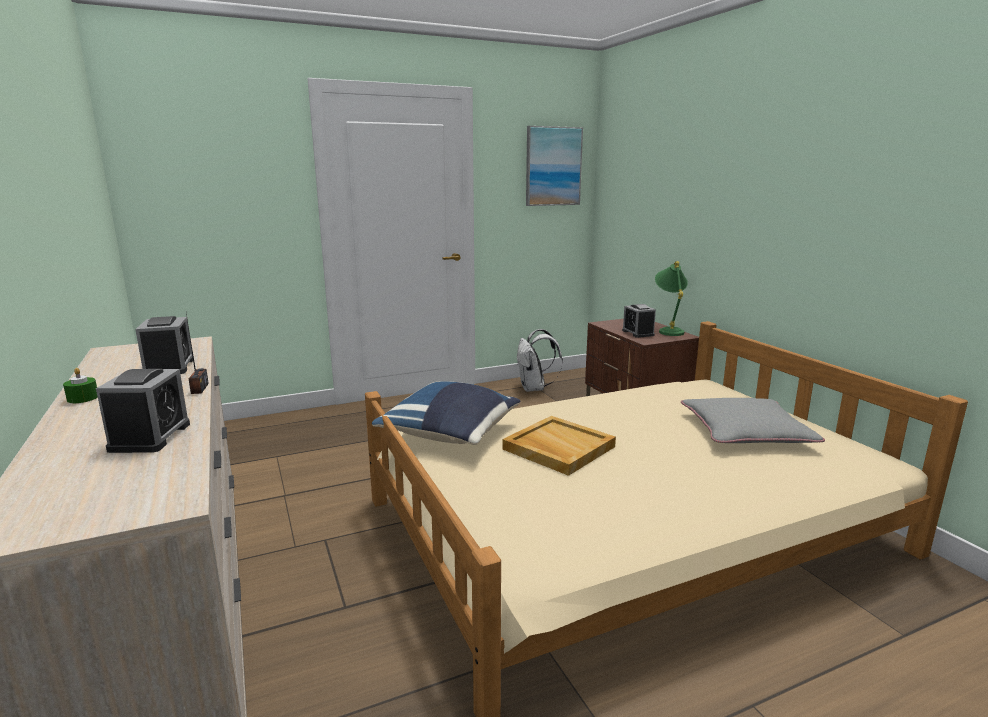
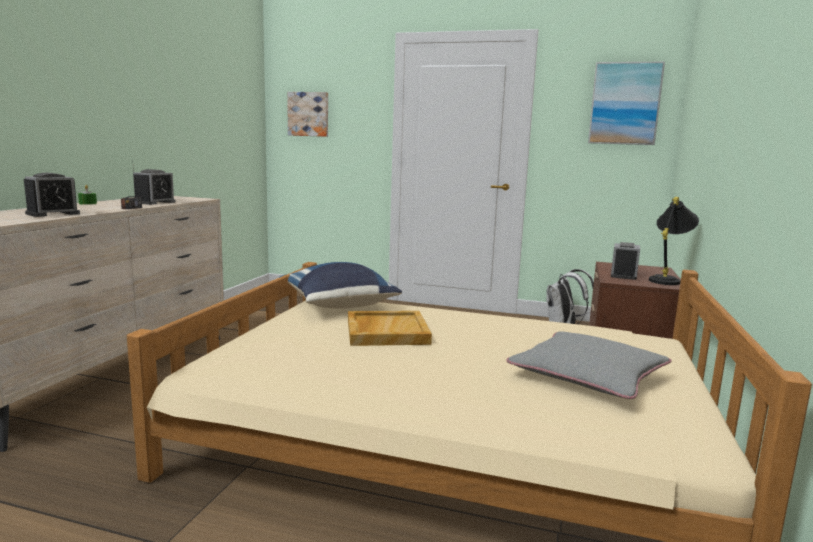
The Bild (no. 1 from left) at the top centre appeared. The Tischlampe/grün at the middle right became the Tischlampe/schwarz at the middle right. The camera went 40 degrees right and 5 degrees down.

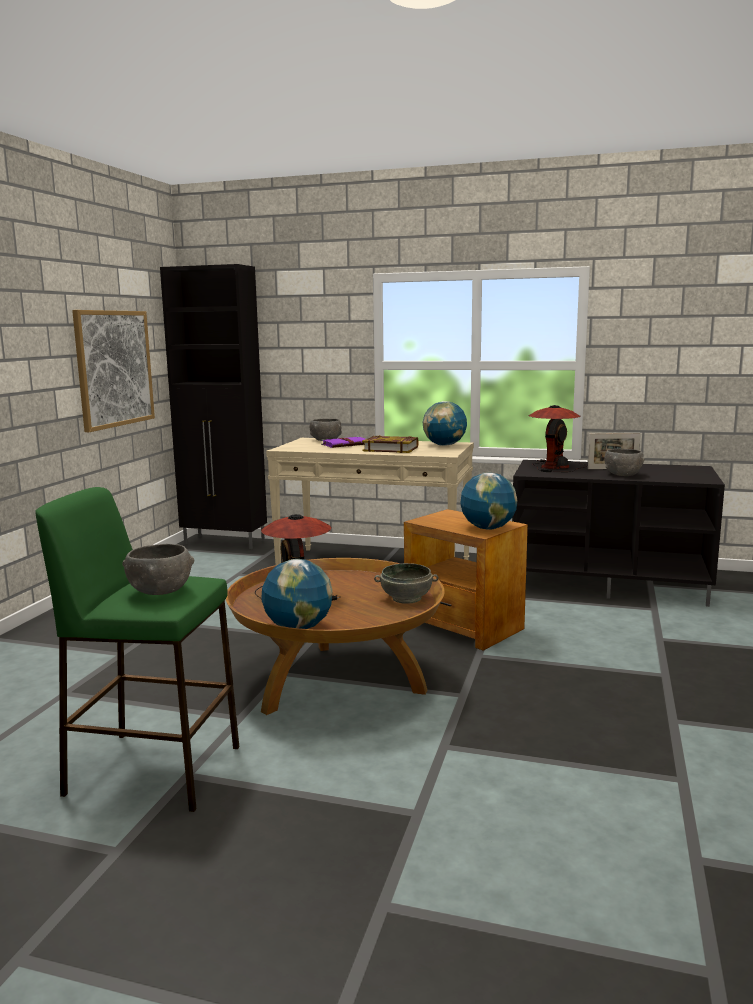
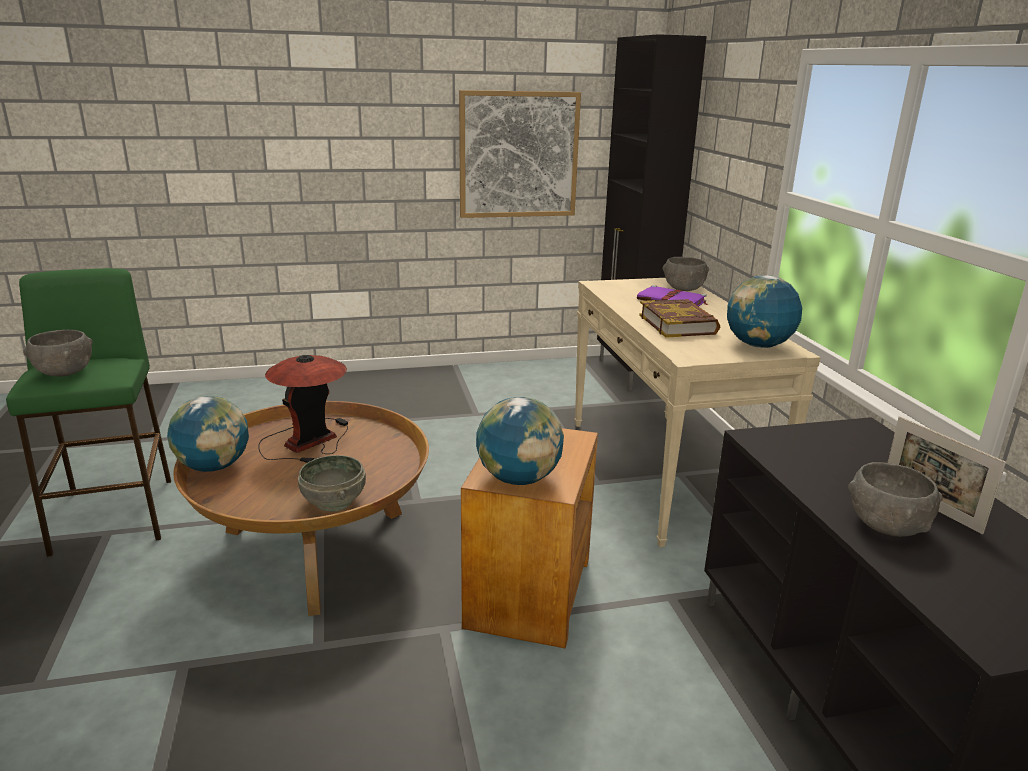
The Tischlampe (no. 2 from left) at the middle right disappeared. The camera went 60 degrees right and 10 degrees up.

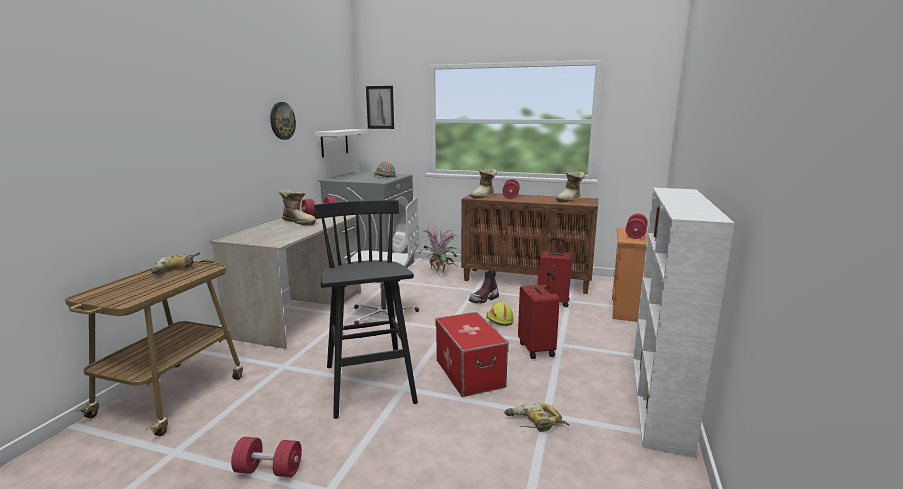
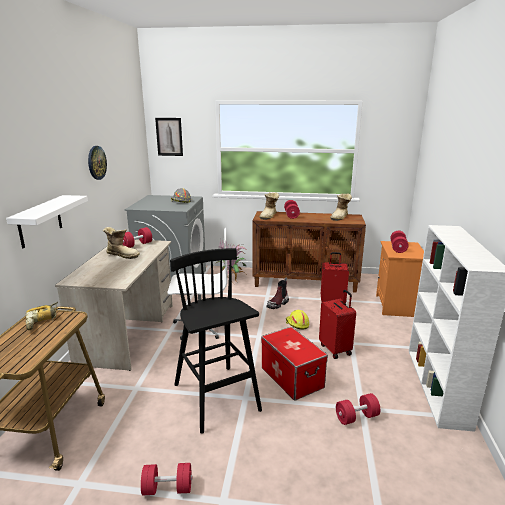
The Wandregal/weiß moved from the top centre to the middle left. The Bohrmaschine (no. 2 from left) at the bottom centre was replaced by the Hantel/rot (no. 4 from left) at the bottom right. The camera went 10 degrees left and 5 degrees up.

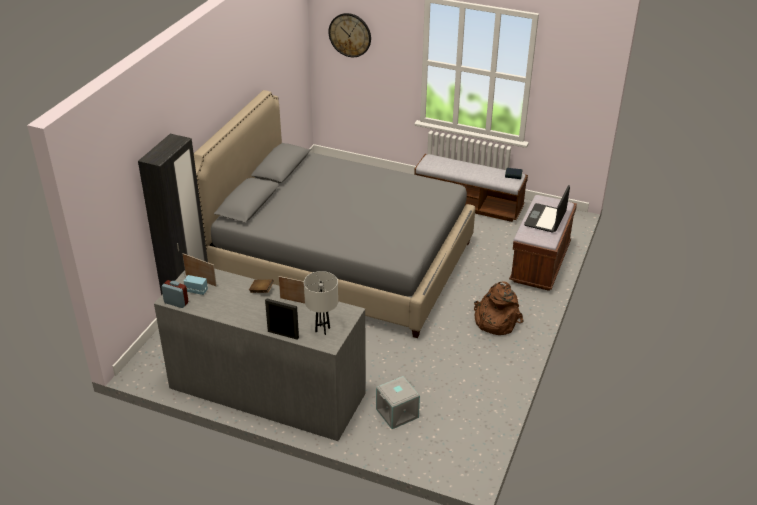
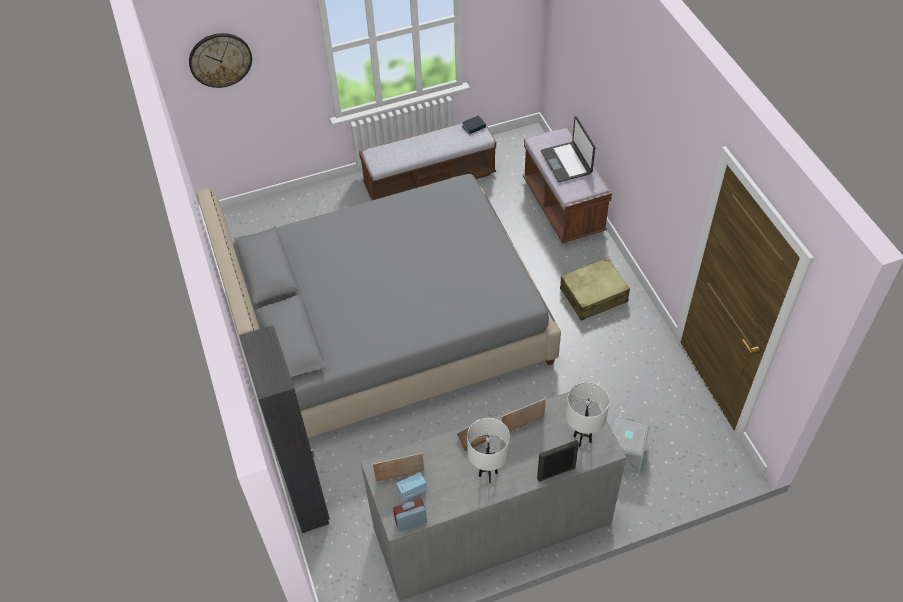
The Tischlampe/weiß (no. 1 from left) at the bottom centre appeared. The Rucksack/braun at the centre was replaced by the Koffer/beige at the centre. The camera went 40 degrees left and 15 degrees up.

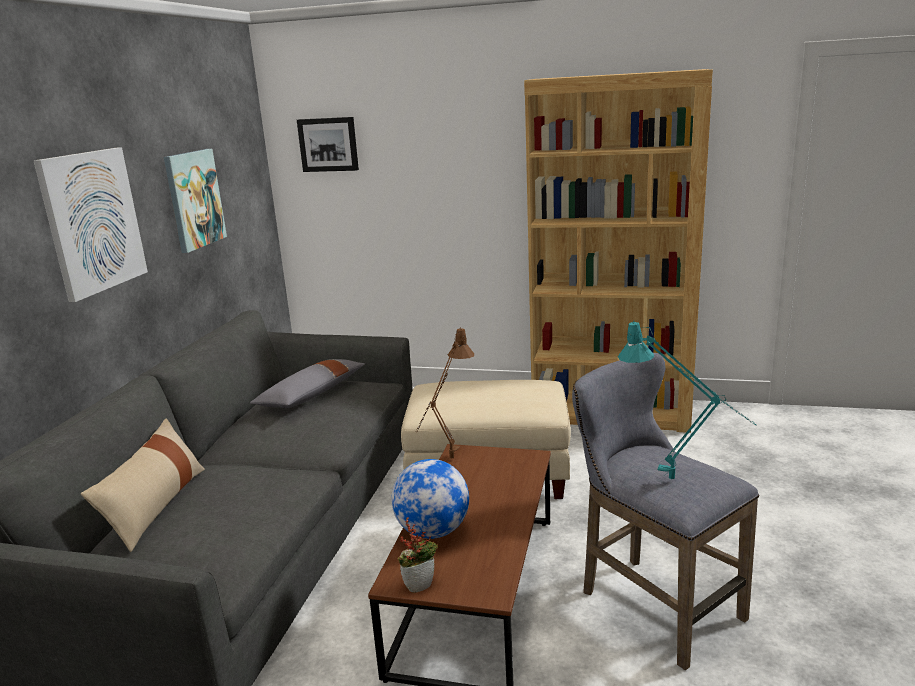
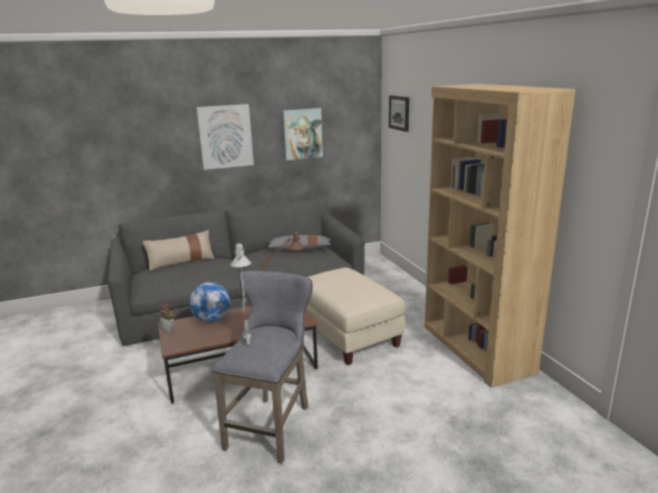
The Tischlampe/türkis at the middle right became the Tischlampe/grau at the centre. The camera went 55 degrees right and 0 degrees up.

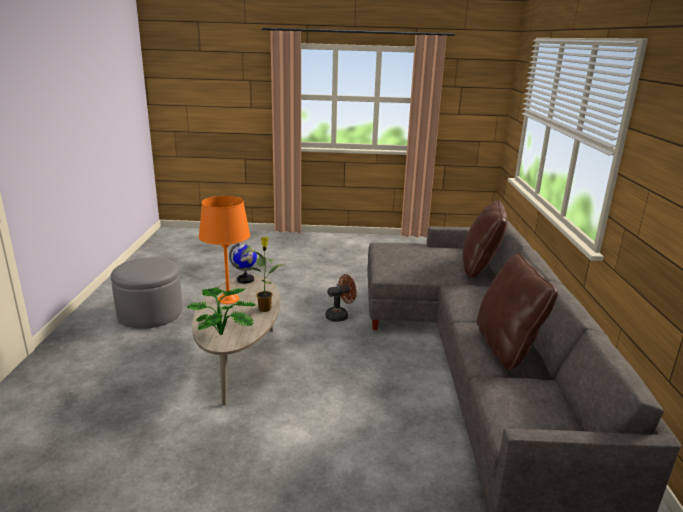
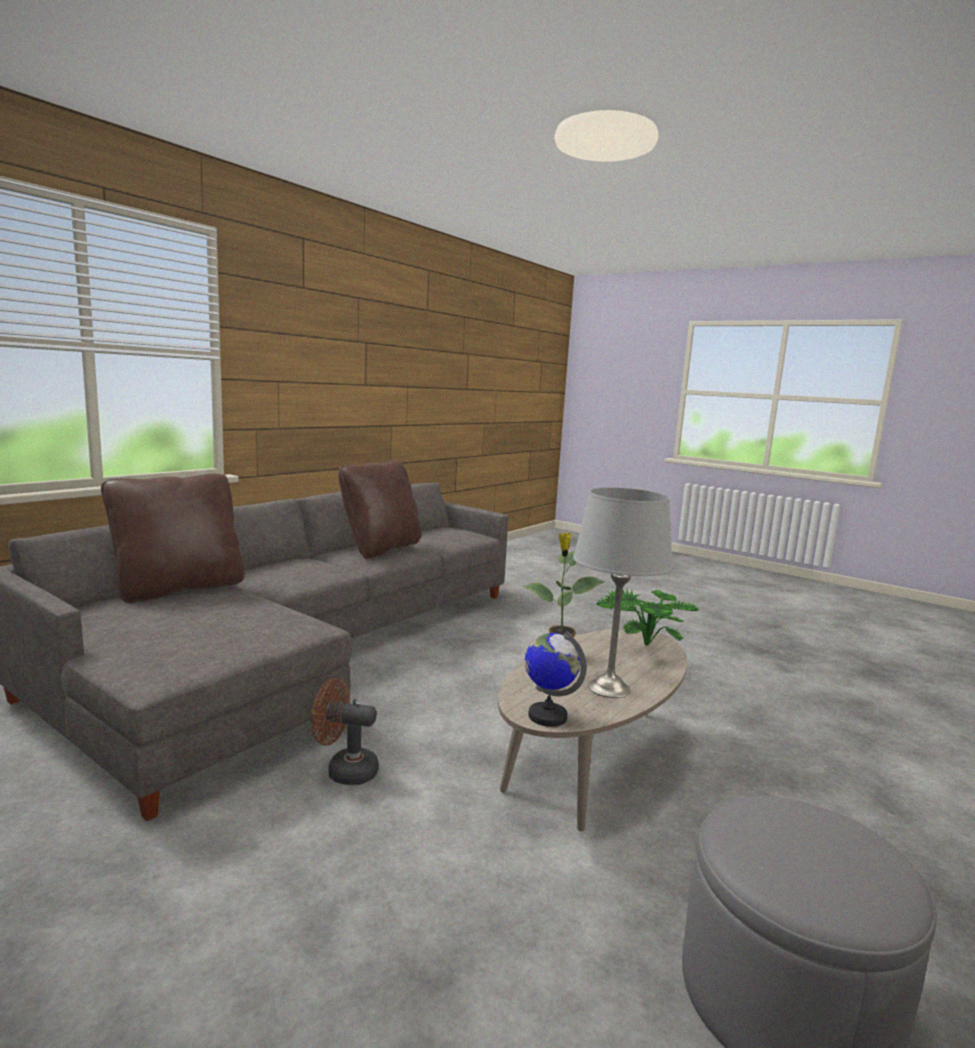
The Tischlampe/orange at the middle left became the Tischlampe/grau at the centre. The camera went 145 degrees left and 10 degrees down.

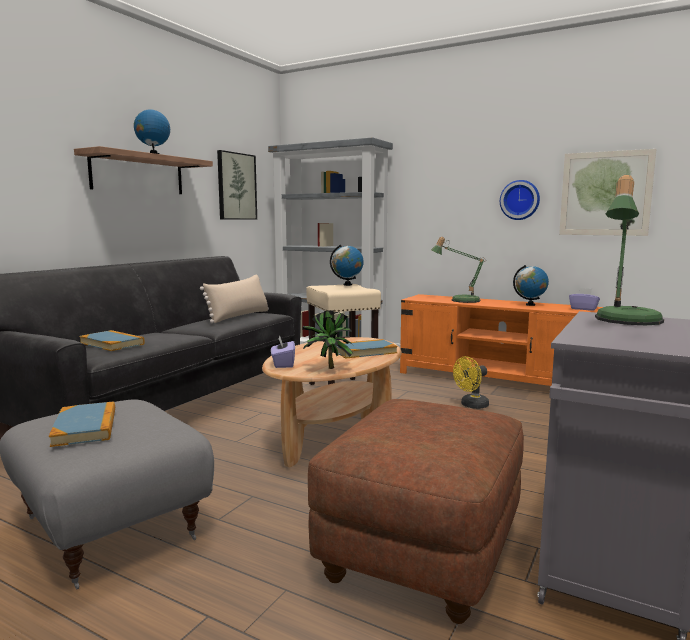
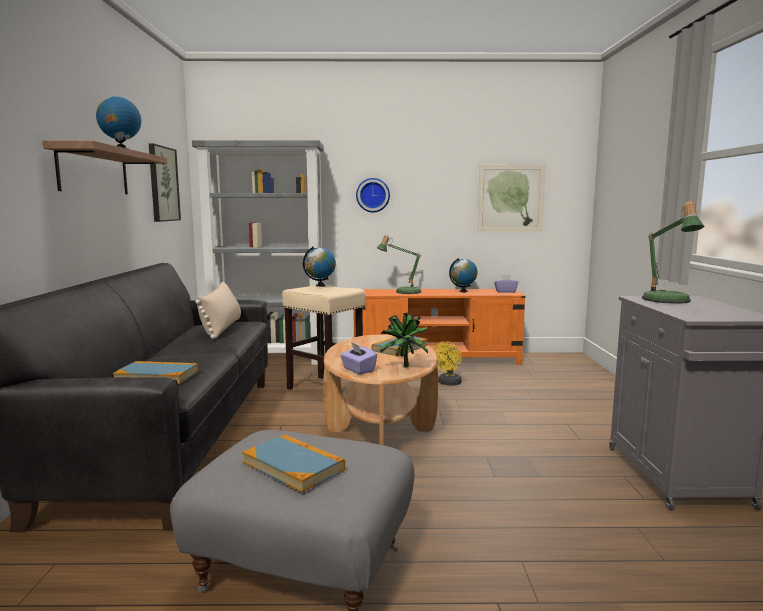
The Wanduhr moved from the top right to the top centre. The Polsterhocker/braun at the bottom centre disappeared. The camera went 30 degrees left and 0 degrees up.

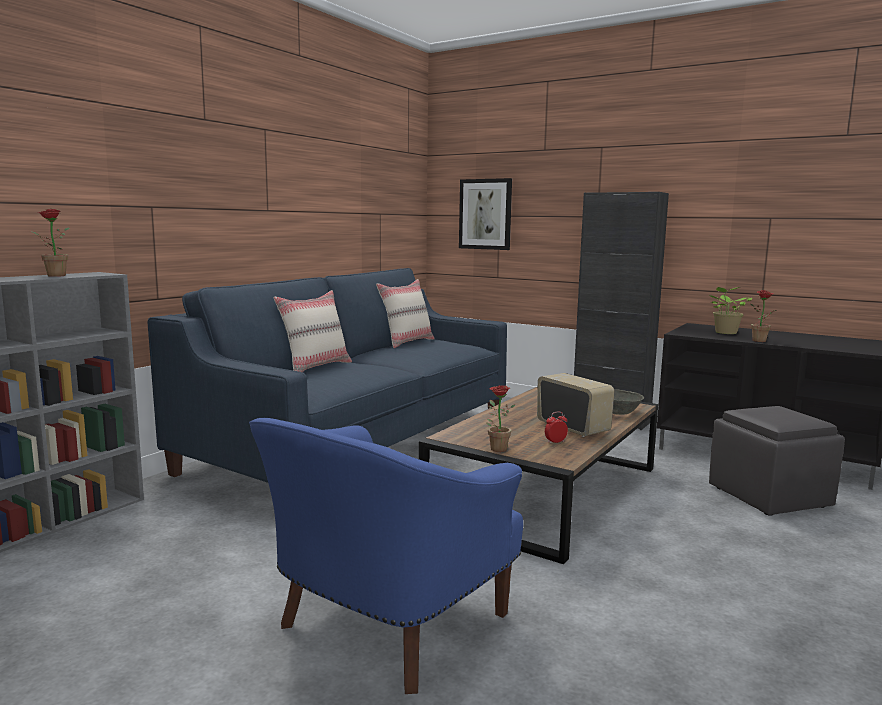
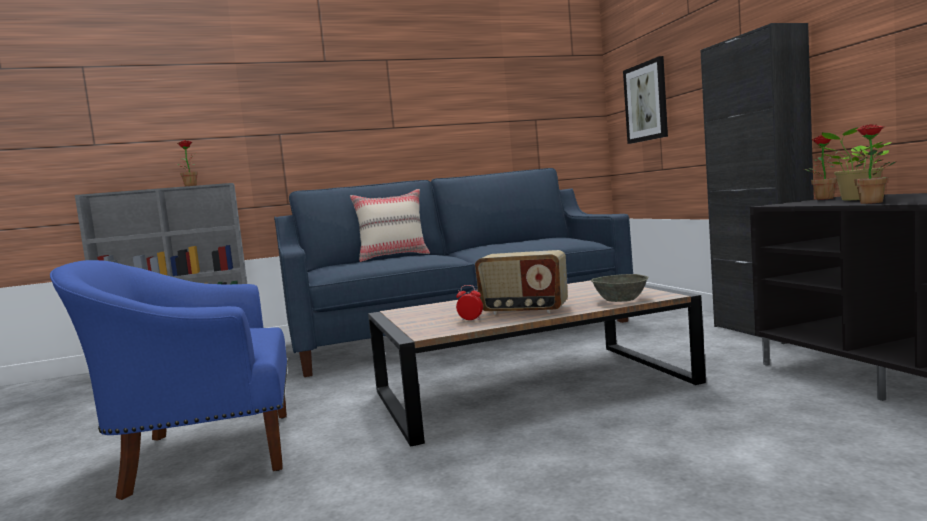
The Radio at the centre turned 105 degrees clockwise. The Topfpflanze (no. 2 from left) moved from the centre to the top right. The Kissen/beige (no. 2 from left) at the centre disappeared. The Polsterhocker/grau at the middle right disappeared. The camera went 40 degrees right and 5 degrees down.

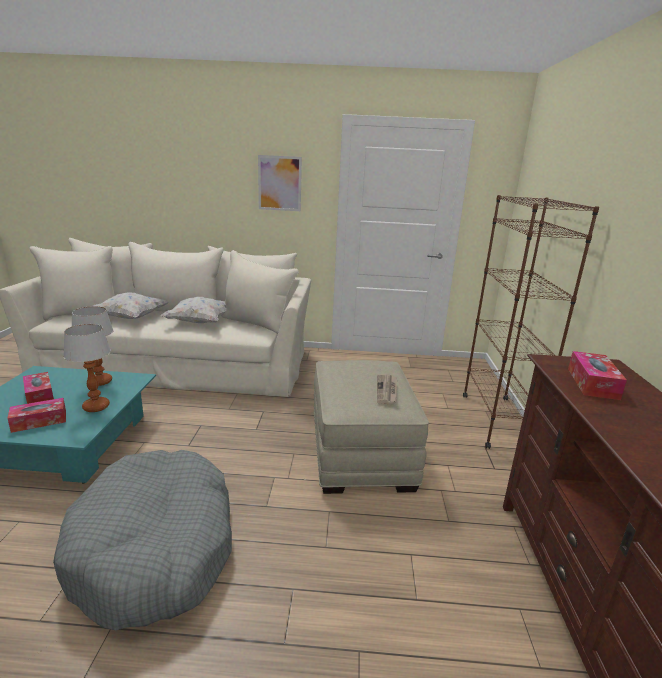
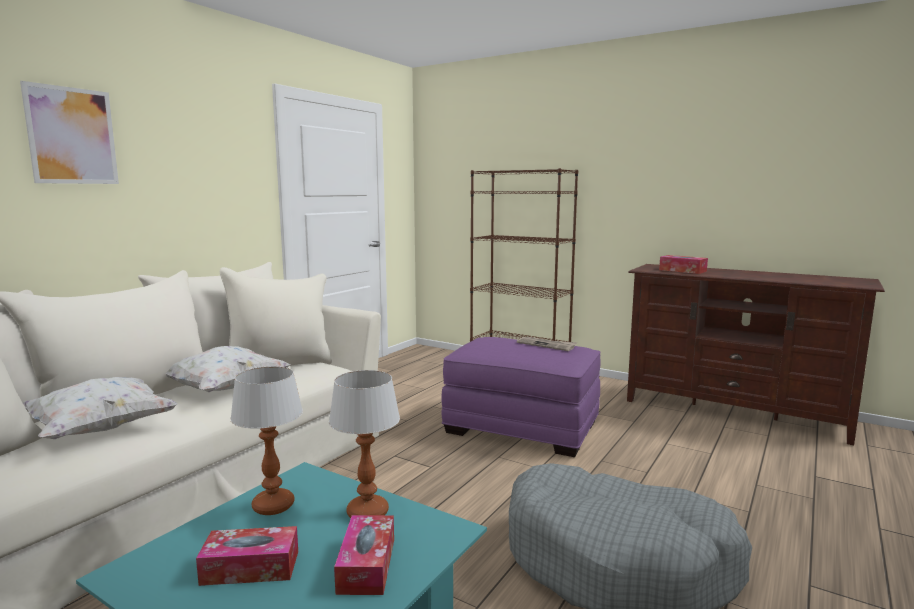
The Bild moved from the top centre to the top left. The Polsterhocker/beige at the centre became the Polsterhocker/lila at the centre. The camera went 60 degrees left and 10 degrees down.

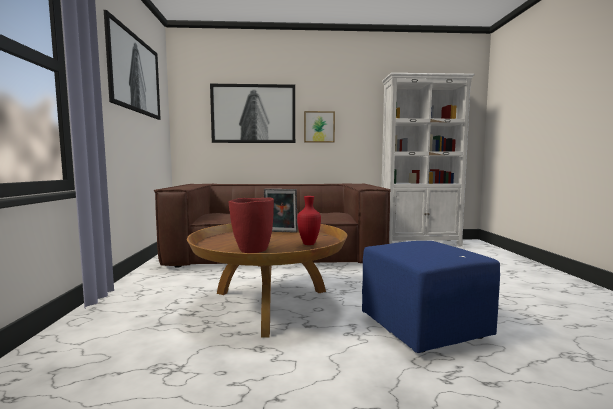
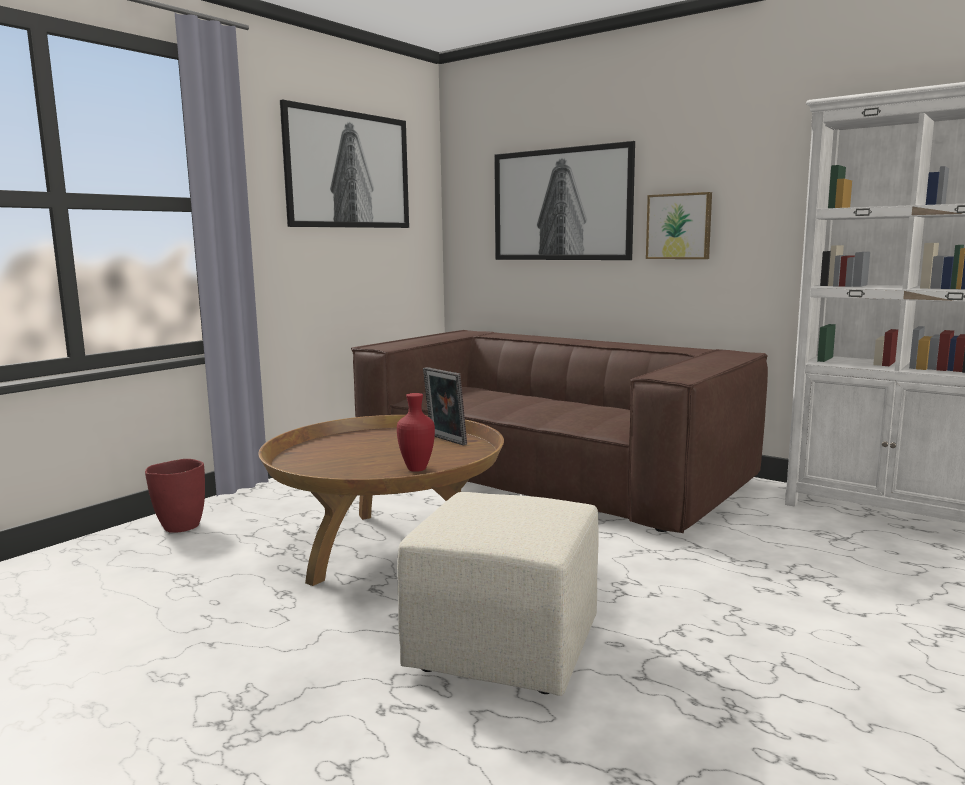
The Vase/rot (no. 1 from left) moved from the centre to the middle left. The Polsterhocker/blau at the bottom right became the Polsterhocker/beige at the bottom centre. The camera went 40 degrees right and 5 degrees up.

